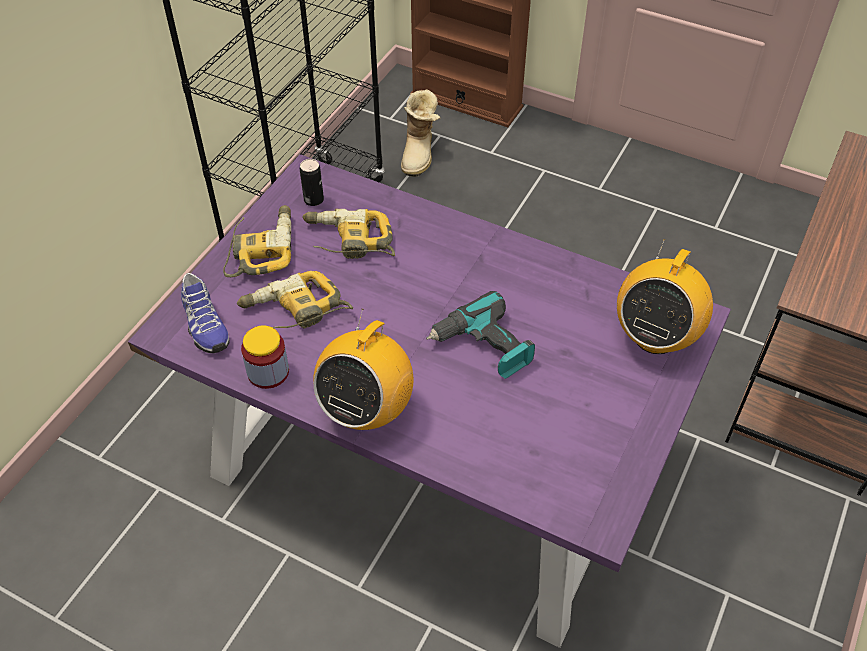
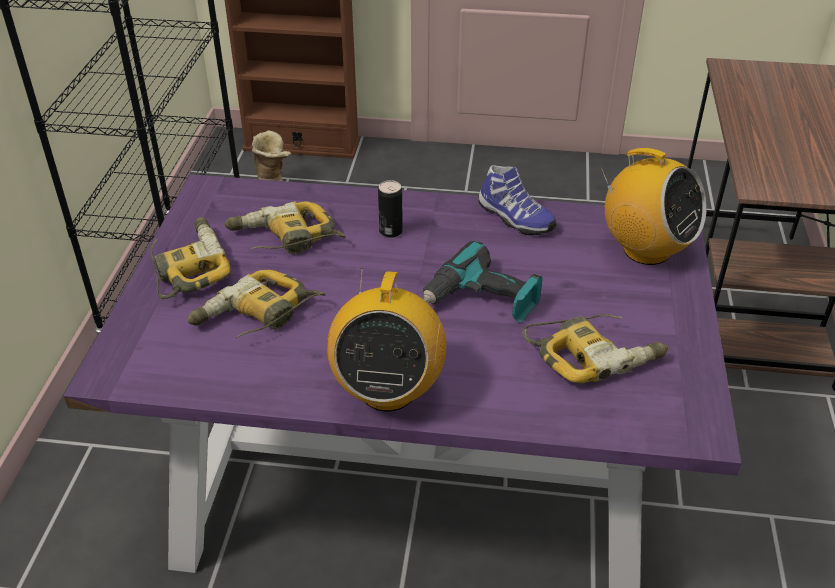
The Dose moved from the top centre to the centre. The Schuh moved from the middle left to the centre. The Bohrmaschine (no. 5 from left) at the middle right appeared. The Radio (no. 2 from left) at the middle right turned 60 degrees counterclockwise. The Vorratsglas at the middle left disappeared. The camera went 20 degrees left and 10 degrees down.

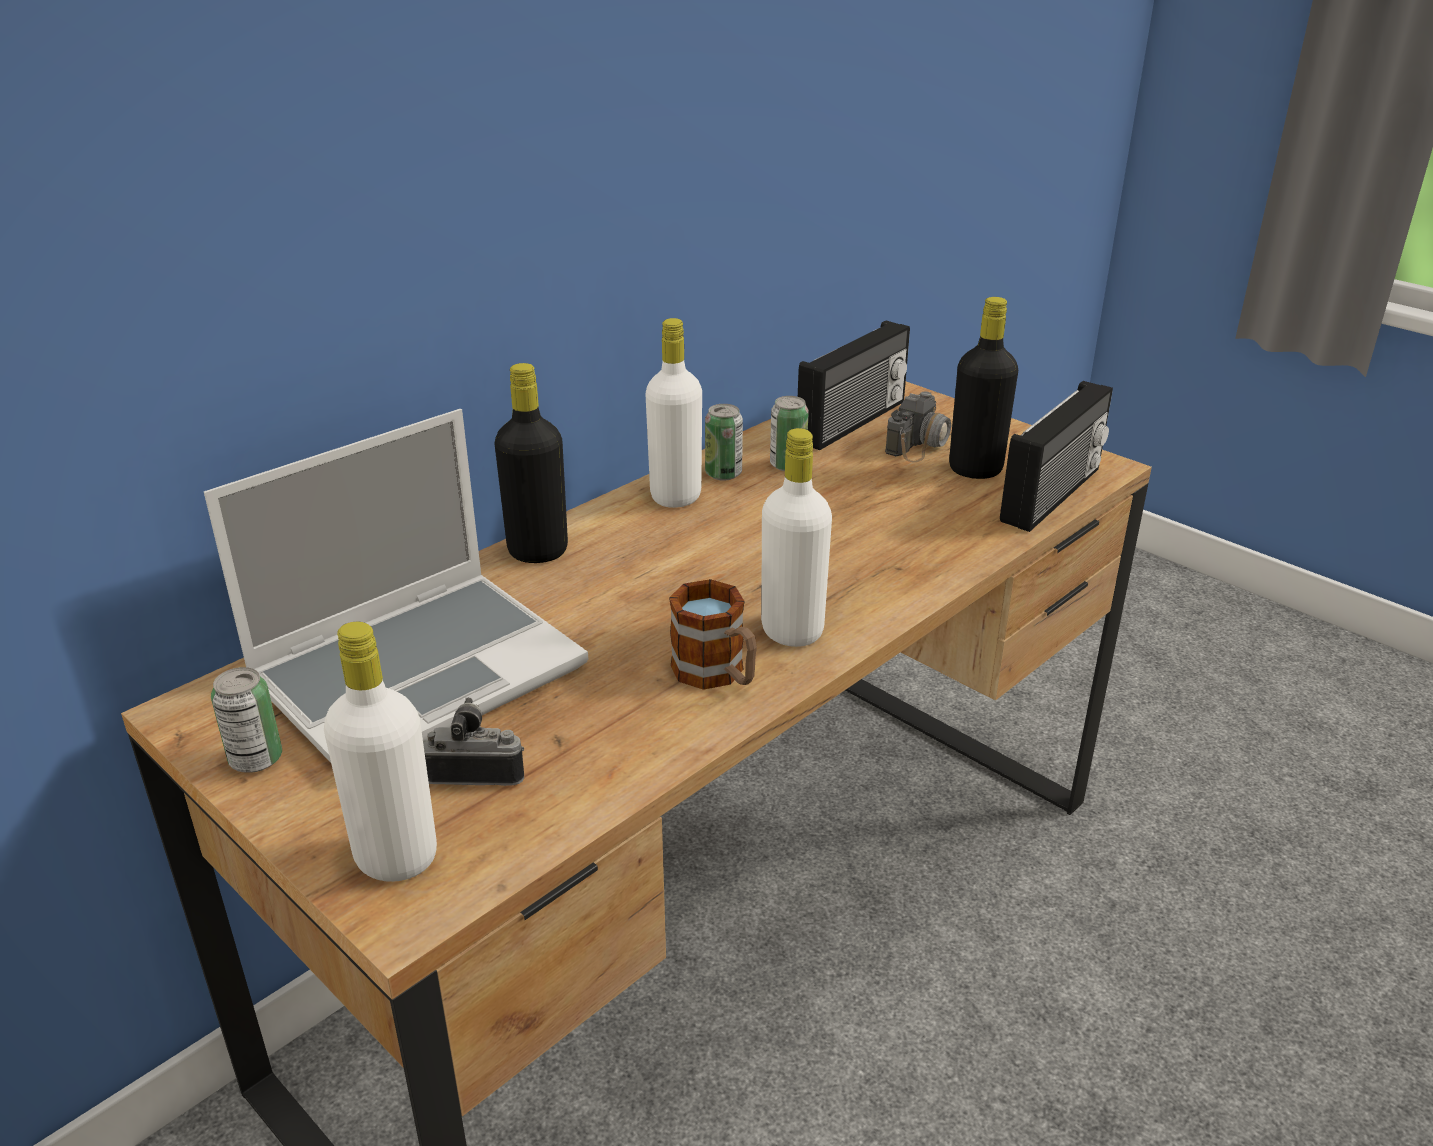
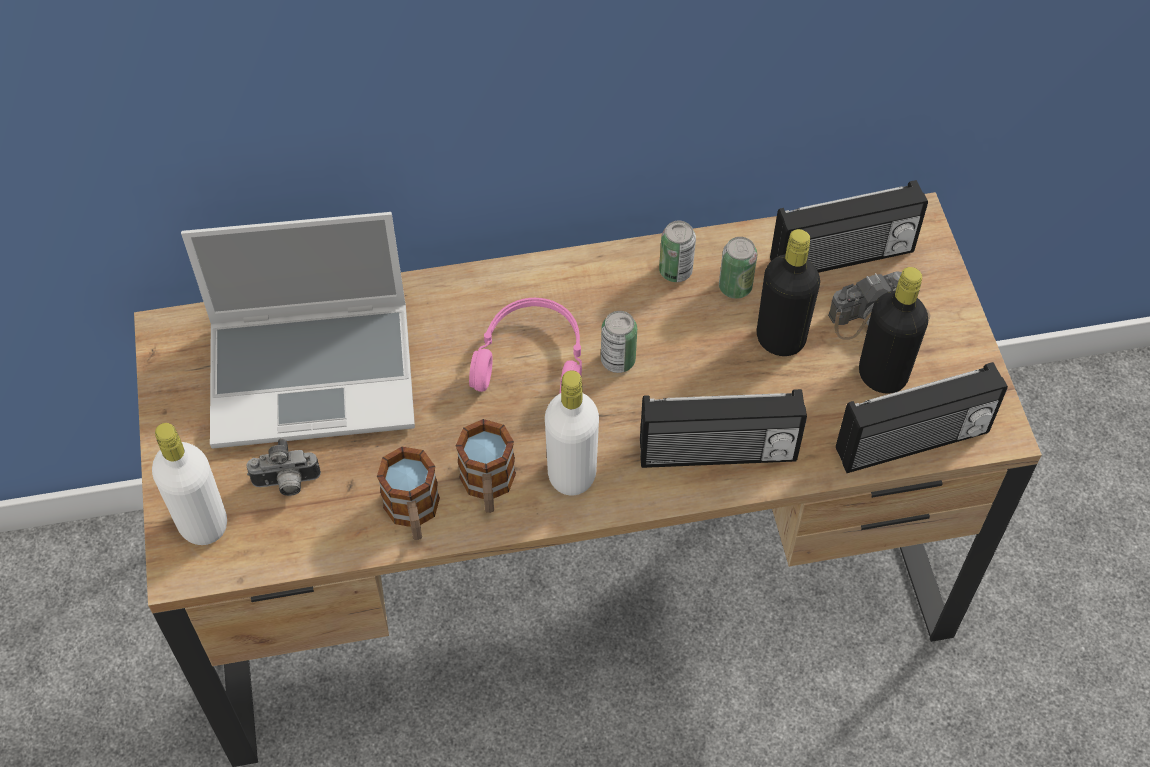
The Kamera (no. 1 from left) at the middle left turned 135 degrees clockwise. The Henkelbecher (no. 1 from left) at the centre appeared. The Kopfhörer/rosa at the centre appeared. The Dose (no. 1 from left) moved from the middle left to the centre. The Radio (no. 1 from left) at the centre appeared. The Flasche/schwarz (no. 1 from left) moved from the centre to the middle right. The Flasche/weiß (no. 2 from left) at the centre disappeared. The camera went 35 degrees right and 25 degrees up.

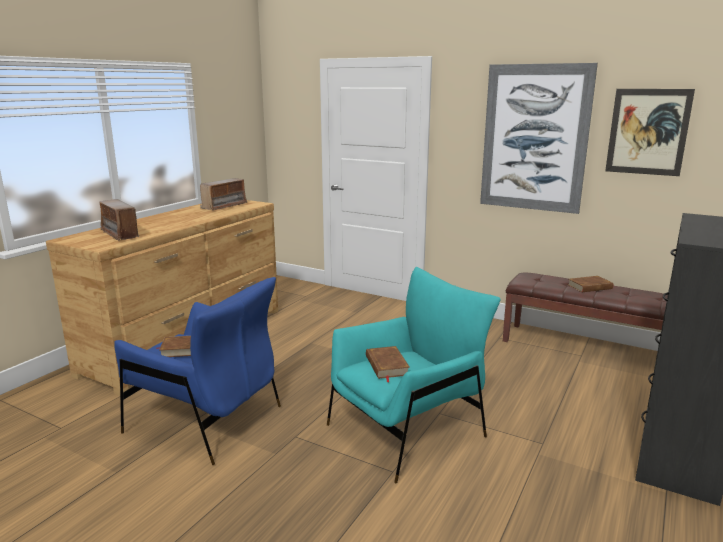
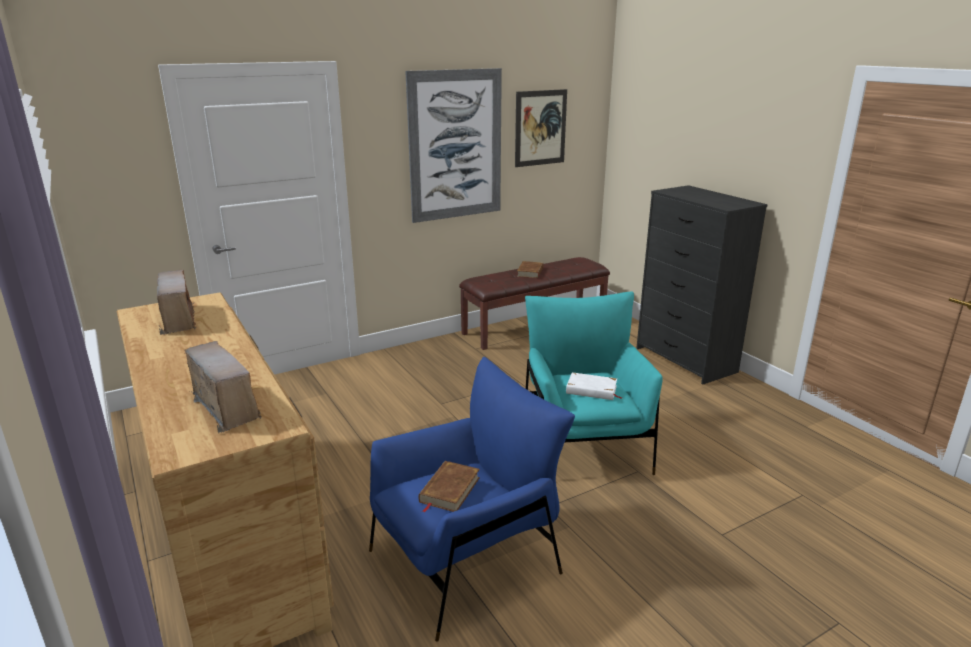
The Radio (no. 1 from left in the first image) at the middle left turned 120 degrees counterclockwise. The Buch/braun (no. 2 from left) at the bottom centre became the Buch/weiß at the centre. The camera went 60 degrees left and 5 degrees up.

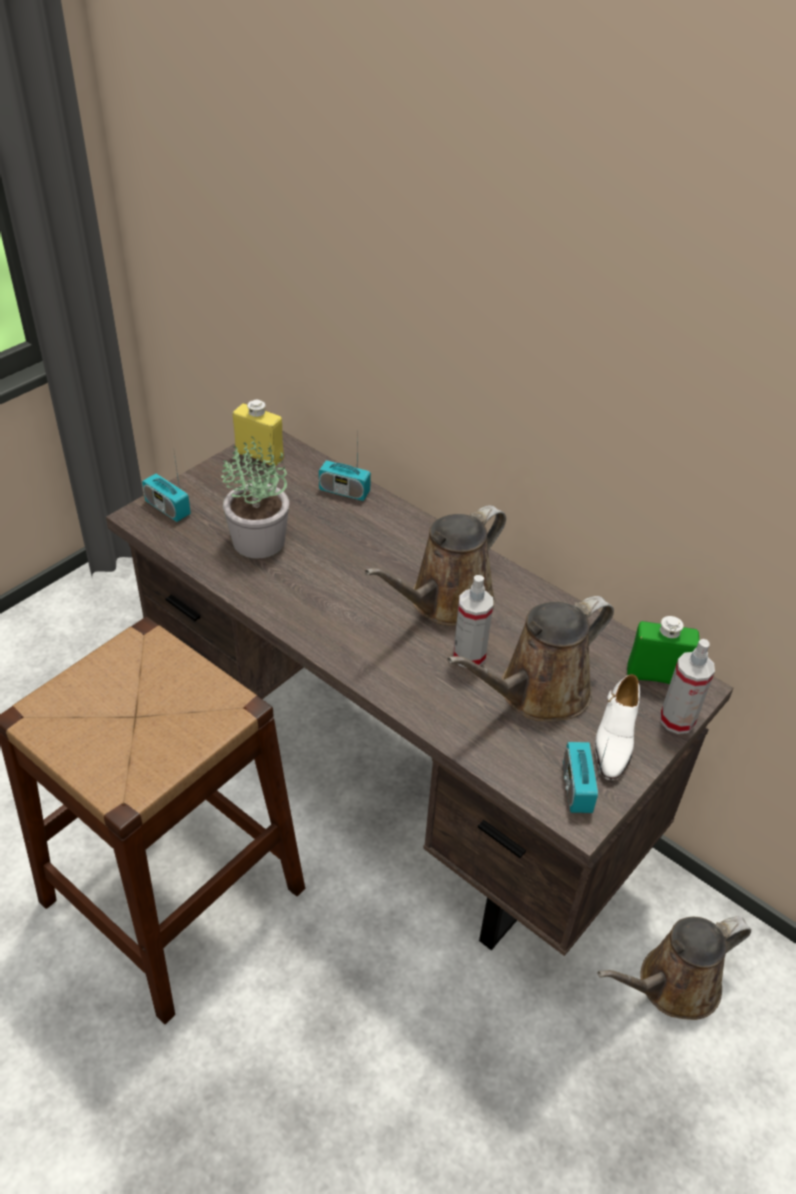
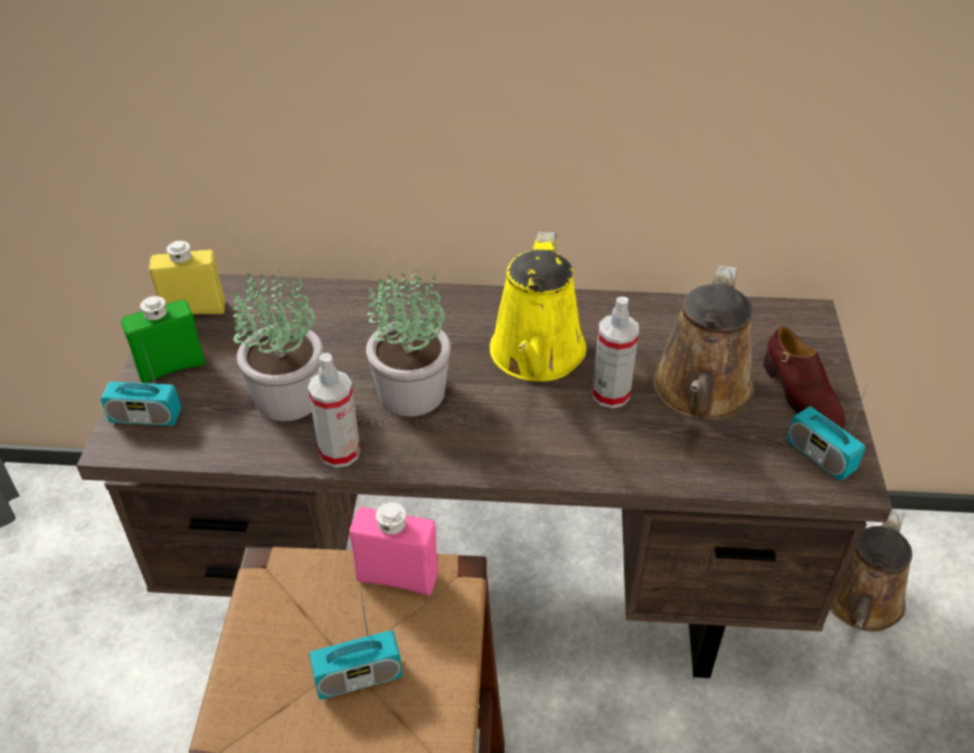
The Flasche/grün moved from the middle right to the middle left. The Sprühflasche (no. 2 from left in the first image) moved from the middle right to the centre. The Radio (no. 2 from left) moved from the centre to the bottom centre. The Flasche/rosa at the bottom centre appeared. The Topfpflanze (no. 2 from left) at the centre appeared. The Gießkanne/braun (no. 1 from left) at the centre became the Gießkanne/gelb at the centre. The Schuh/weiß at the middle right became the Schuh/braun at the middle right. The camera went 35 degrees left and 0 degrees up.

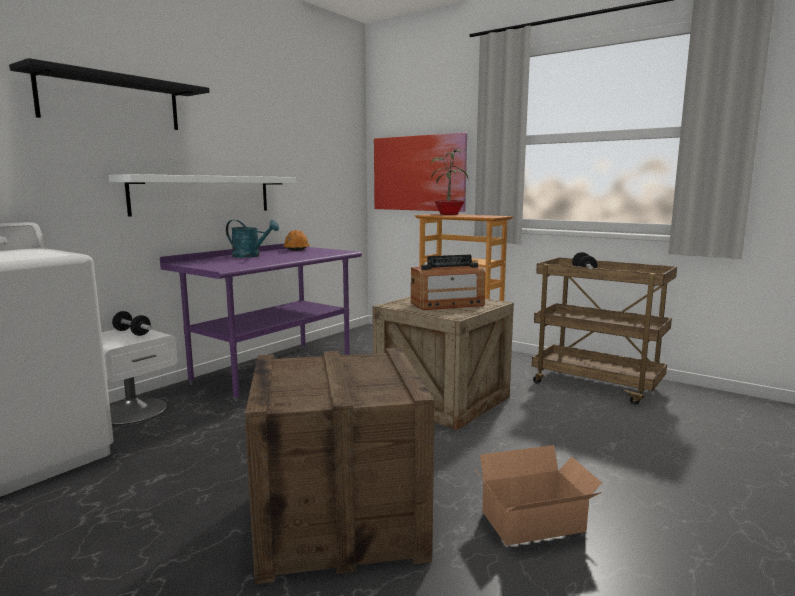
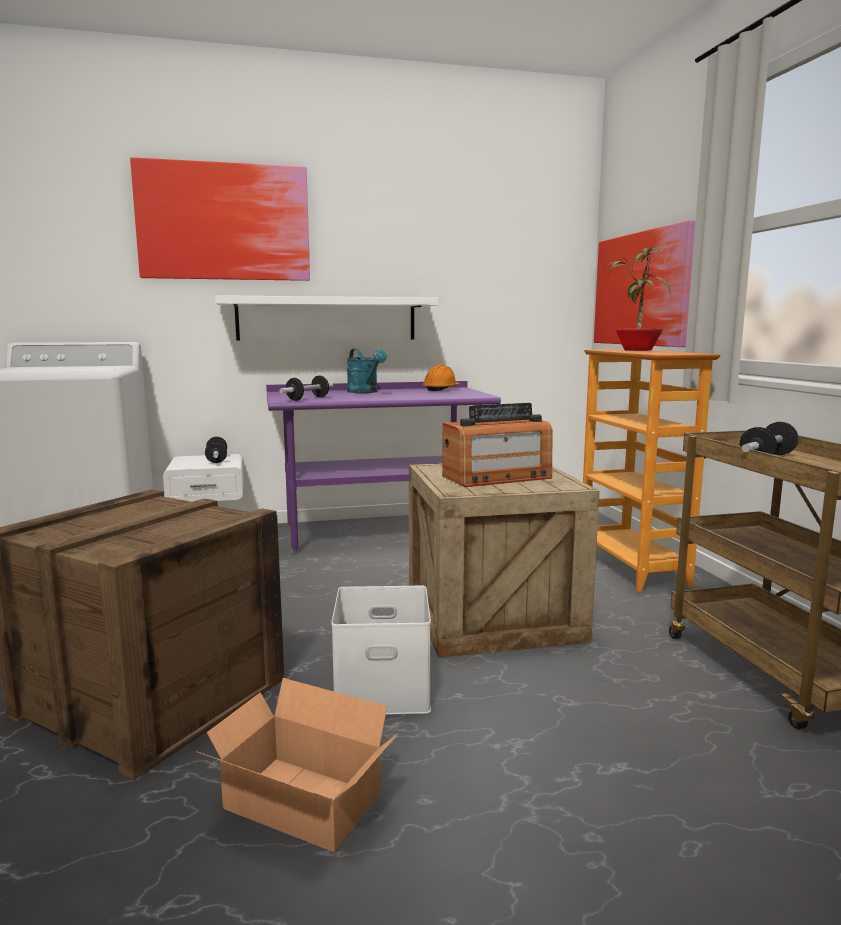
The Wandregal/schwarz at the top left was replaced by the Bild (no. 1 from left) at the top left. The Hantel (no. 2 from left) at the centre appeared. The Aufbewahrungsbox/weiß at the bottom centre appeared. The Radio at the centre turned 45 degrees counterclockwise. The camera went 40 degrees right and 0 degrees up.

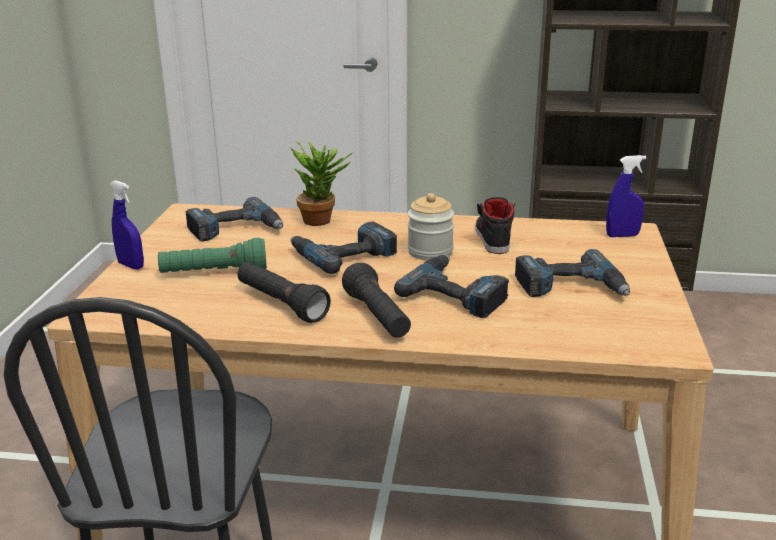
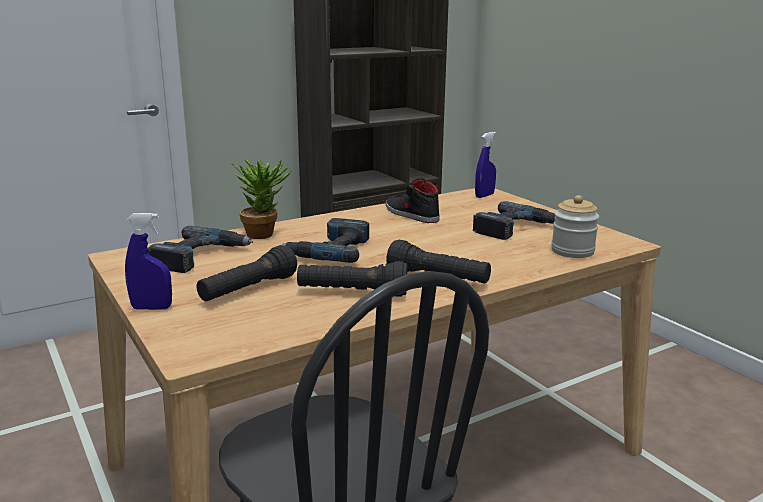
The Taschenlampe/grün at the middle left became the Taschenlampe/schwarz (no. 1 from left) at the middle left. The Vorratsglas moved from the centre to the middle right. The Bohrmaschine (no. 3 from left) at the centre disappeared. The camera went 40 degrees left and 5 degrees down.

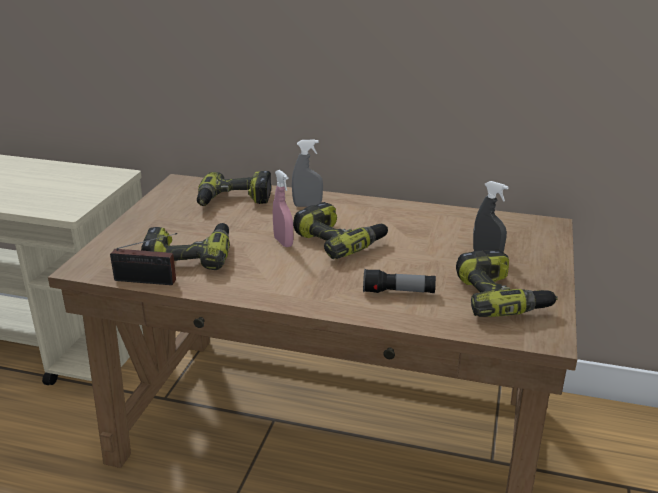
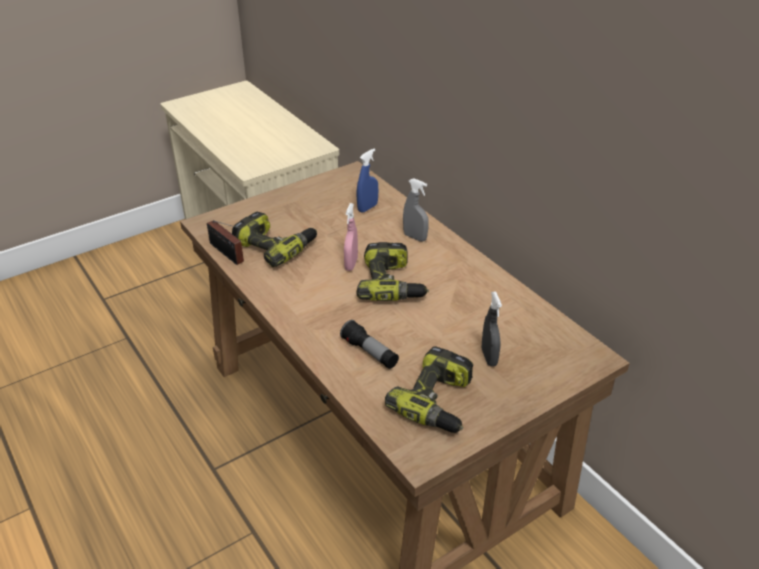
The Bohrmaschine (no. 2 from left) at the centre was replaced by the Sprühflasche/blau at the top centre. The camera went 40 degrees right and 10 degrees up.

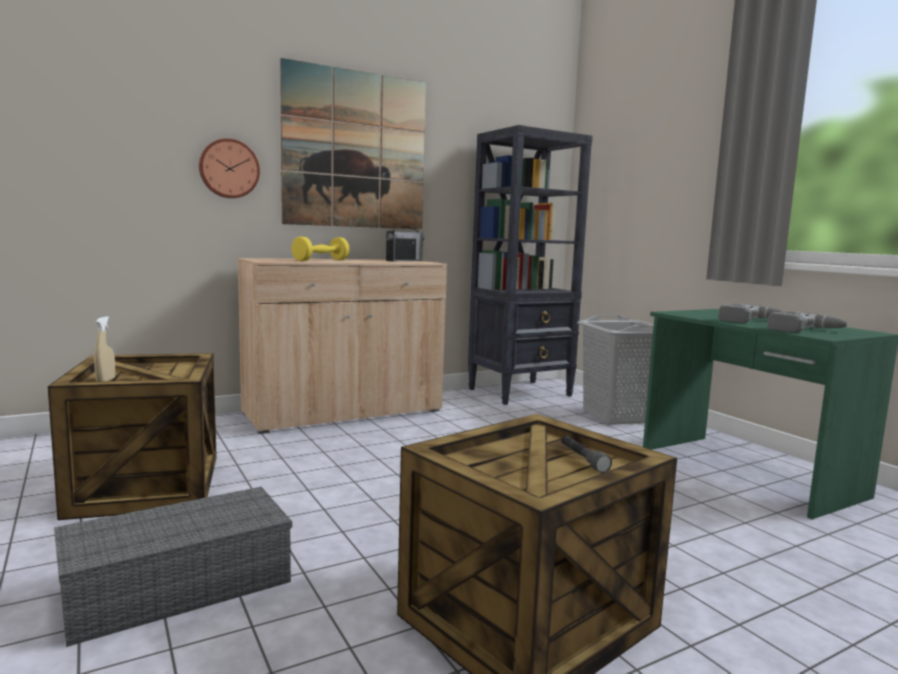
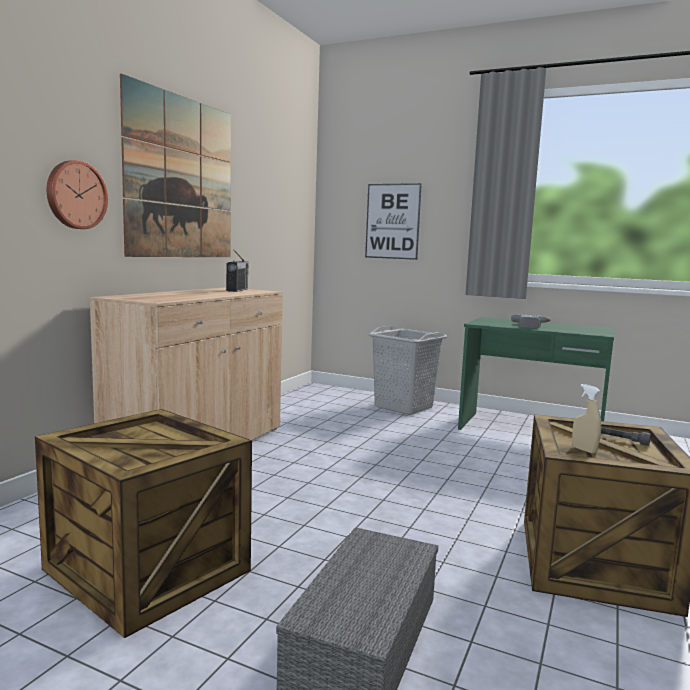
The Bild (no. 2 from left) at the top centre appeared. The Sprühflasche/beige moved from the middle left to the middle right. The Hantel/gelb at the centre disappeared. The Bücherregal/schwarz at the centre disappeared. The Bohrmaschine (no. 2 from left) at the middle right disappeared. The camera went 35 degrees left and 0 degrees up.

